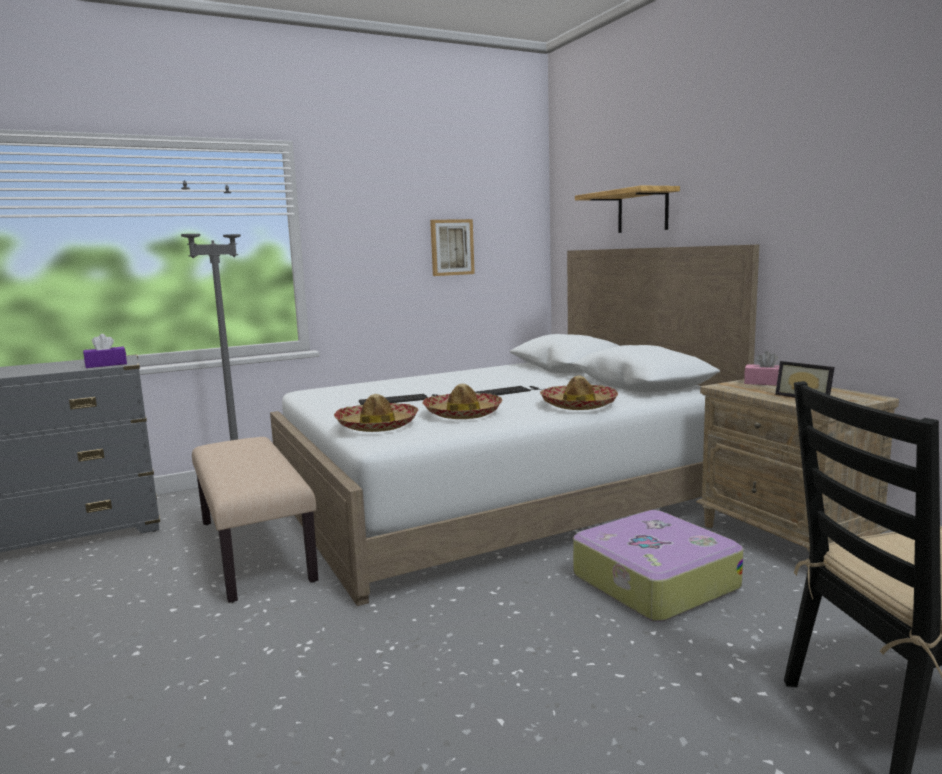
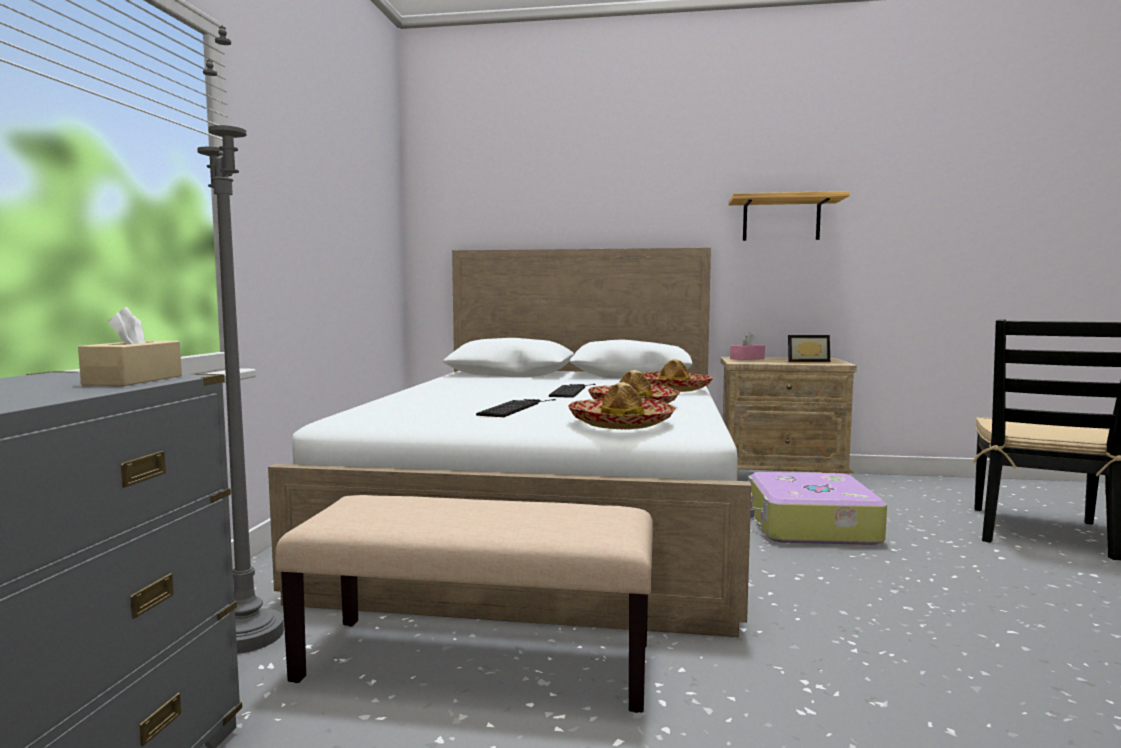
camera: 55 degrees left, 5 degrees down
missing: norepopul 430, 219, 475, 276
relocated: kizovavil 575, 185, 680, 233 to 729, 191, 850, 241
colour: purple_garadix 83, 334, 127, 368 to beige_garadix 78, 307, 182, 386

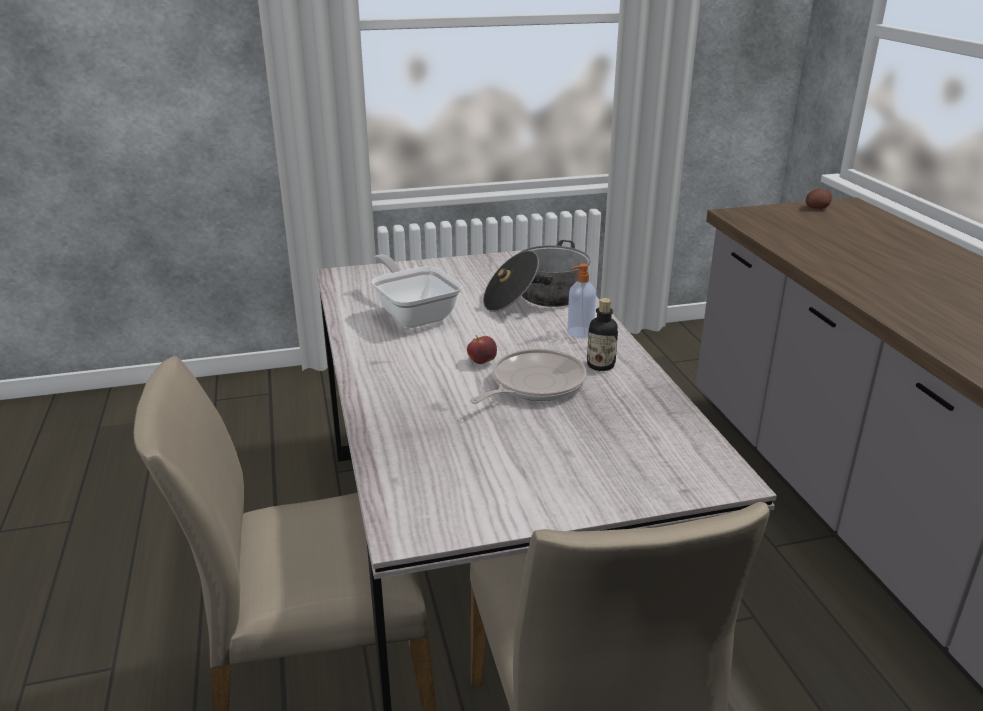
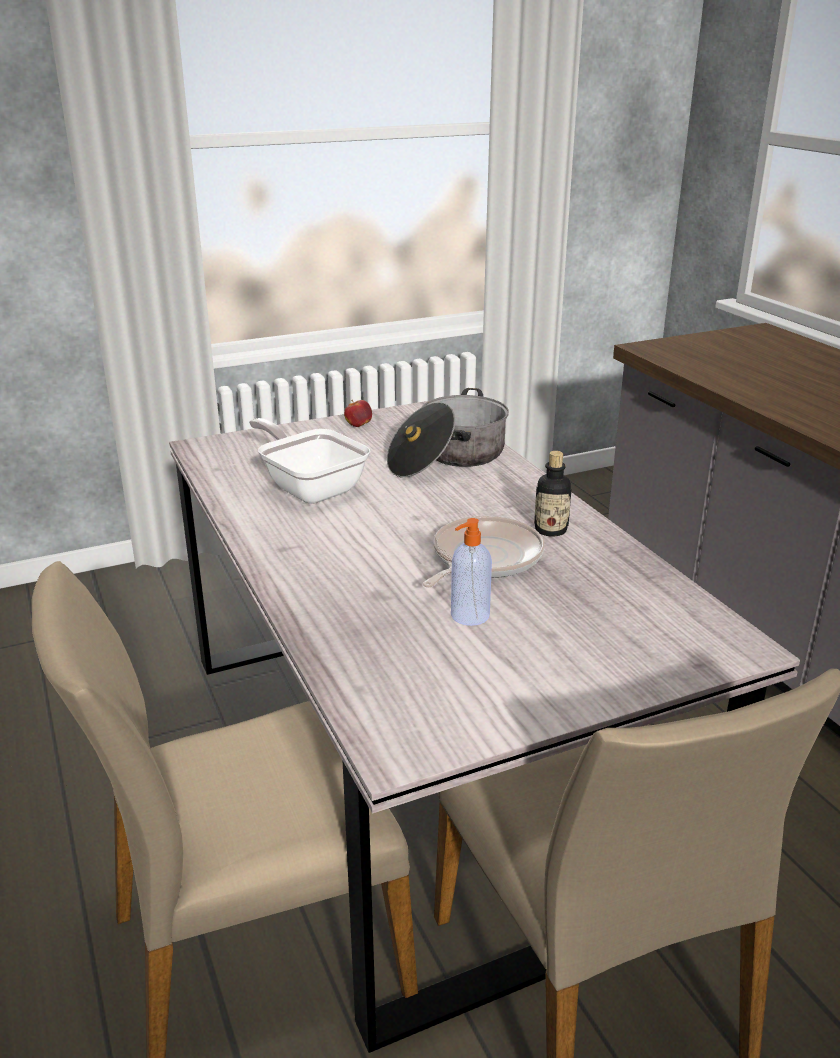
camera: 10 degrees left, 0 degrees up
missing: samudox 806, 189, 832, 209
relocated: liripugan 567, 264, 596, 338 to 451, 518, 492, 626; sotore 467, 335, 497, 364 to 344, 400, 372, 427

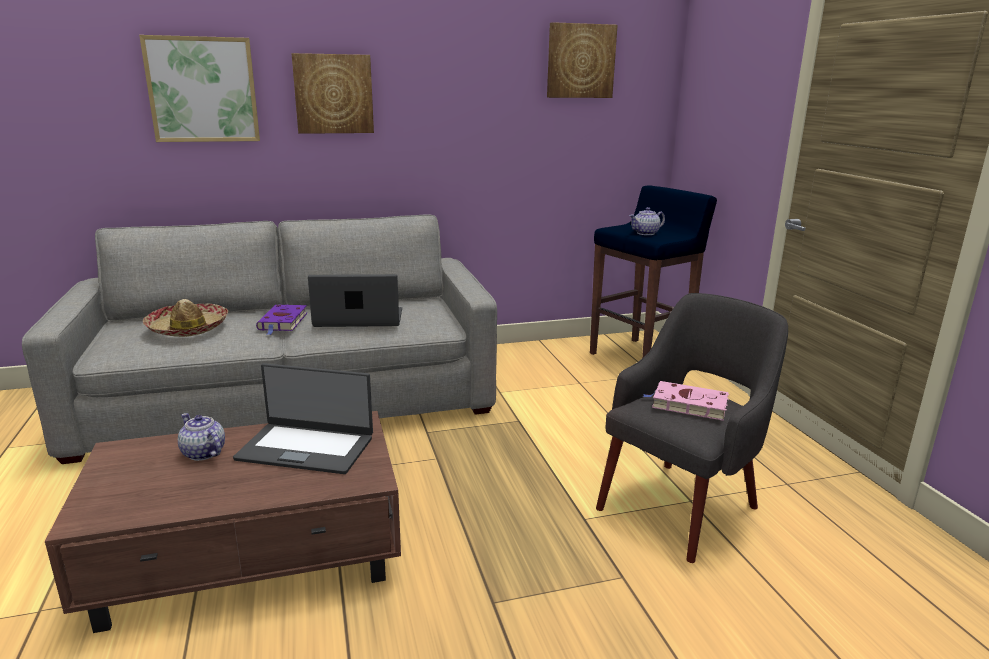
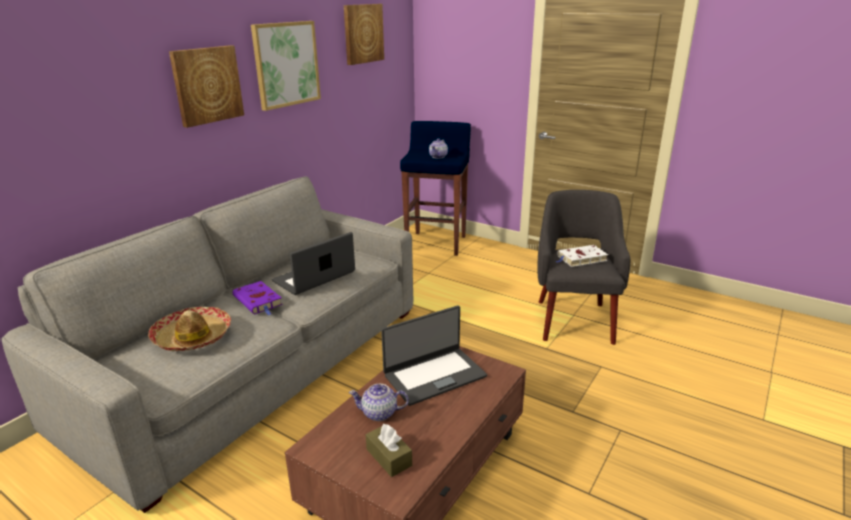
camera: 40 degrees left, 5 degrees up
appeared: brown_garadix 366, 423, 412, 477
relocated: norepopul 139, 35, 260, 142 to 251, 21, 321, 111
colour: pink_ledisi 642, 381, 729, 421 to white_ledisi 555, 245, 608, 267

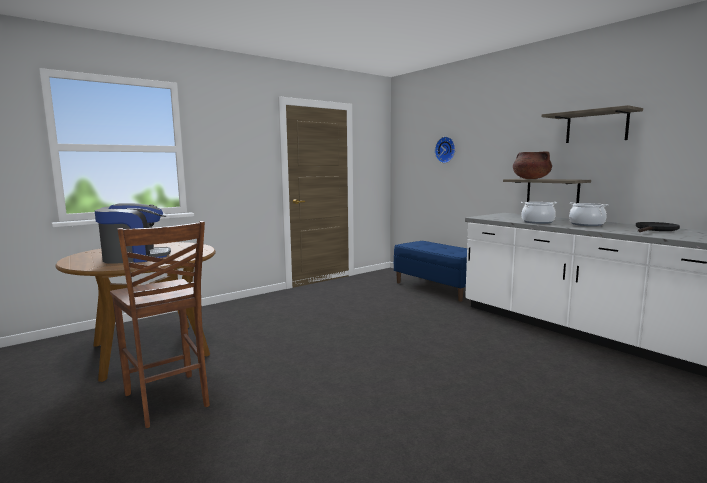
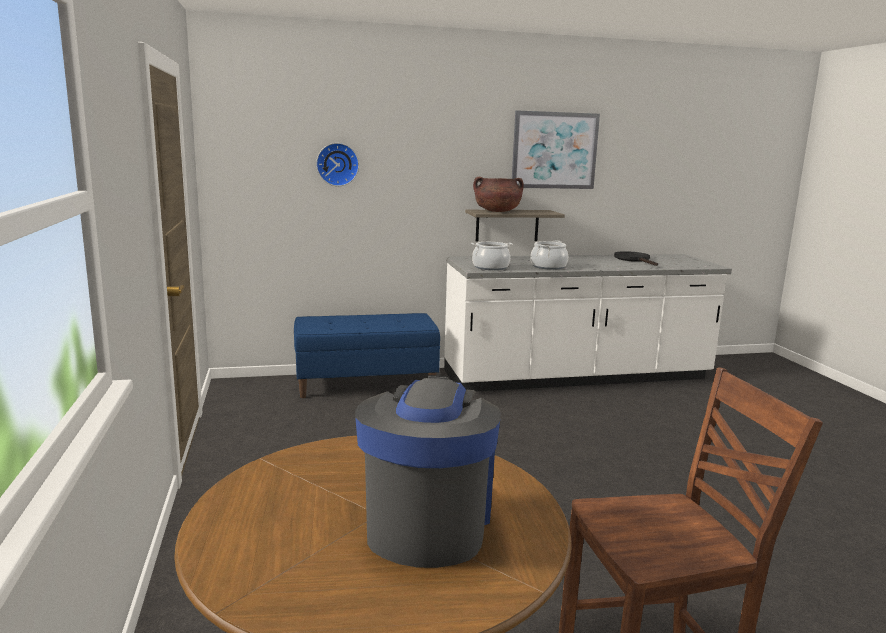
camera: 65 degrees left, 5 degrees up
relocated: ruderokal 569, 202, 608, 226 to 471, 242, 512, 270
exchanged: kizovavil 542, 105, 643, 143 to norepopul 512, 110, 600, 189

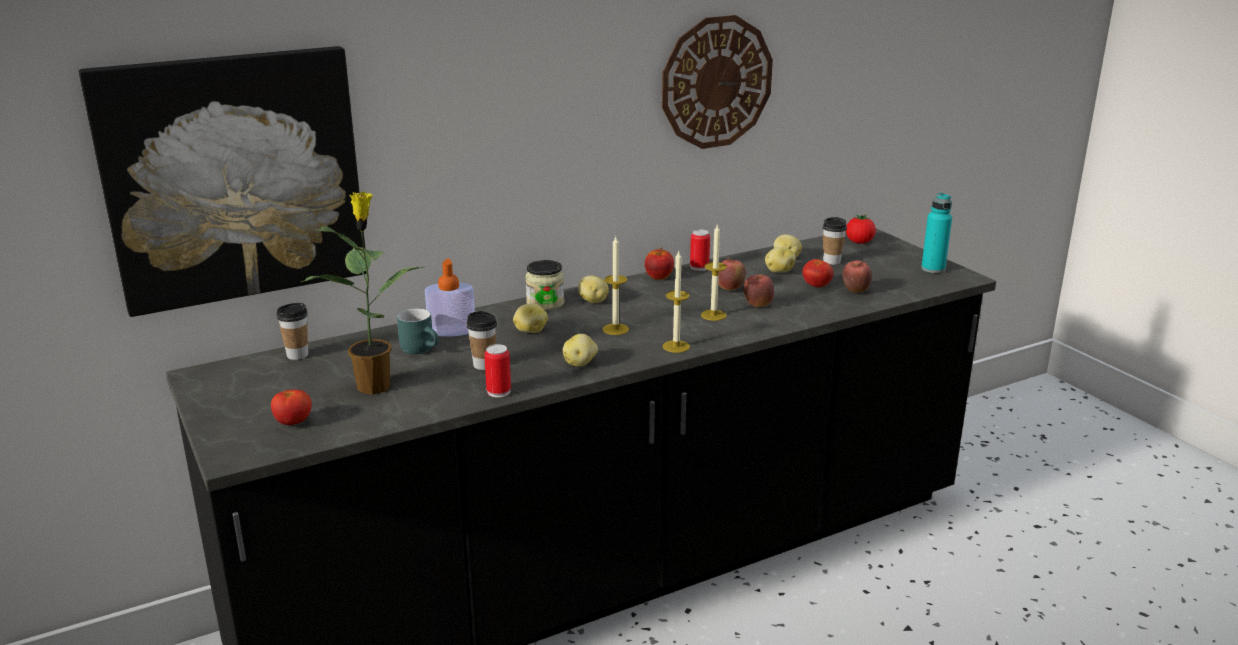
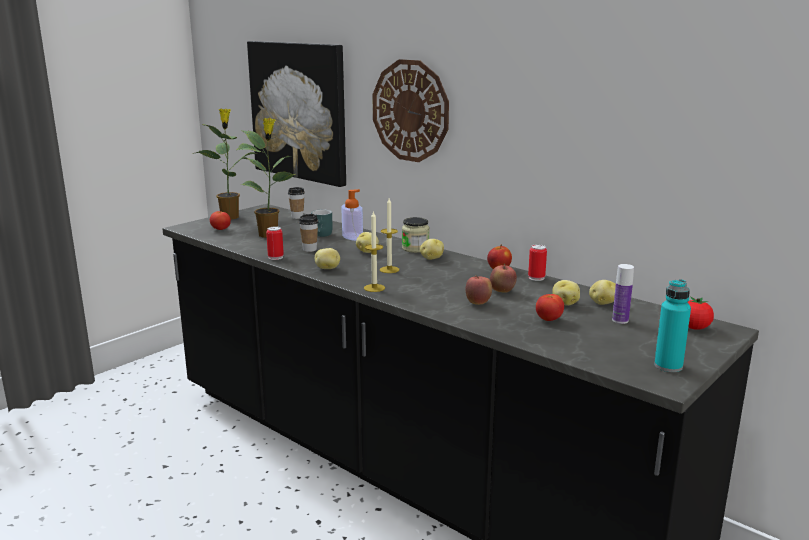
camera: 70 degrees right, 5 degrees down
missing: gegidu 701, 225, 727, 321; sotore 842, 260, 872, 293
appeared: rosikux 196, 109, 257, 219
relocated: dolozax 662, 15, 773, 149 to 372, 59, 449, 162
exchanged: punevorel 822, 217, 847, 265 to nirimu 612, 264, 634, 324

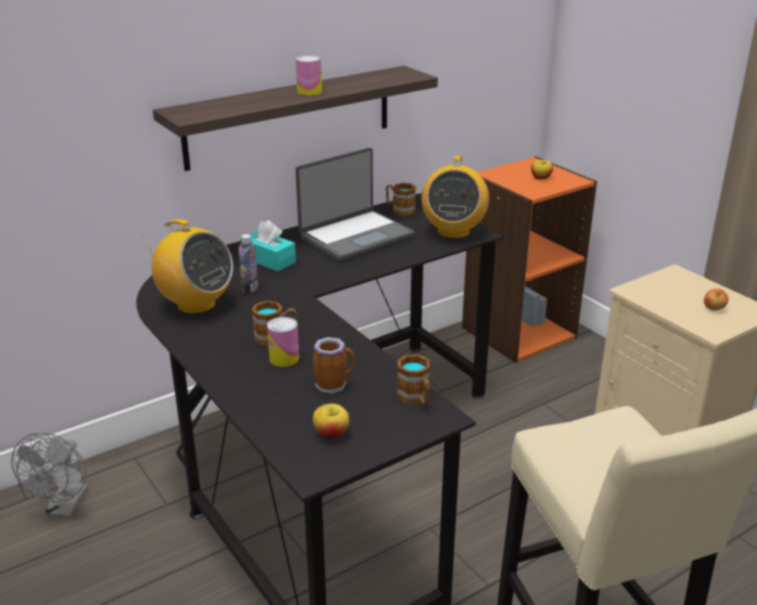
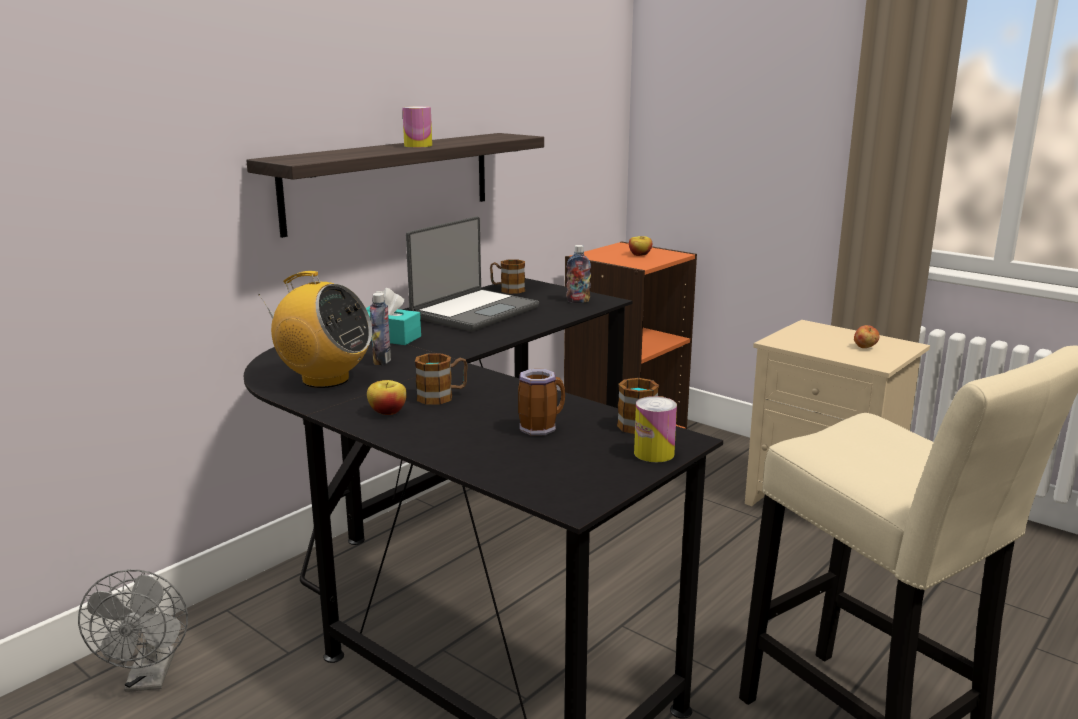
camera: 15 degrees left, 10 degrees down
relocated: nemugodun 267, 317, 299, 367 to 634, 396, 677, 462; sotore 313, 403, 350, 439 to 367, 380, 407, 415
exchanged: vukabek 421, 156, 489, 239 to nirimu 566, 245, 591, 303

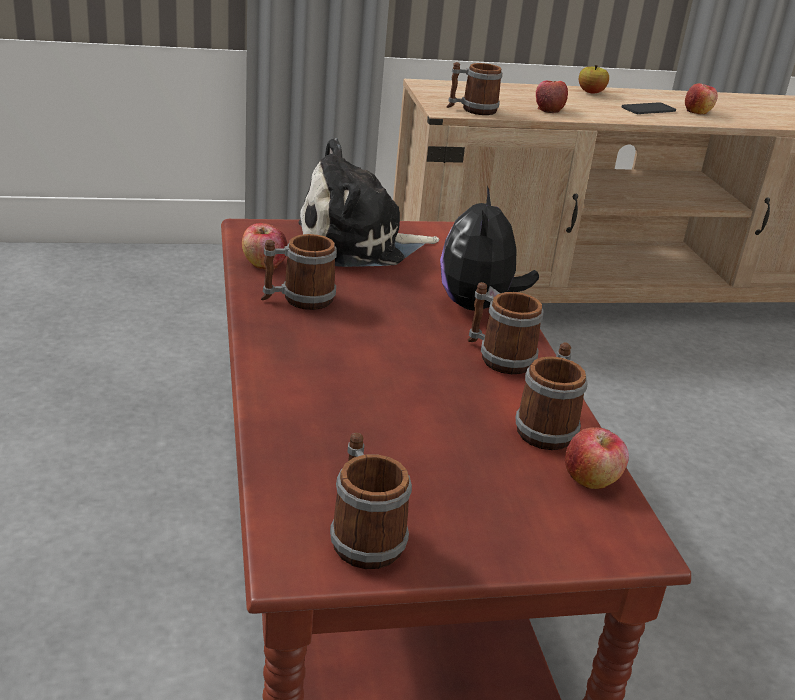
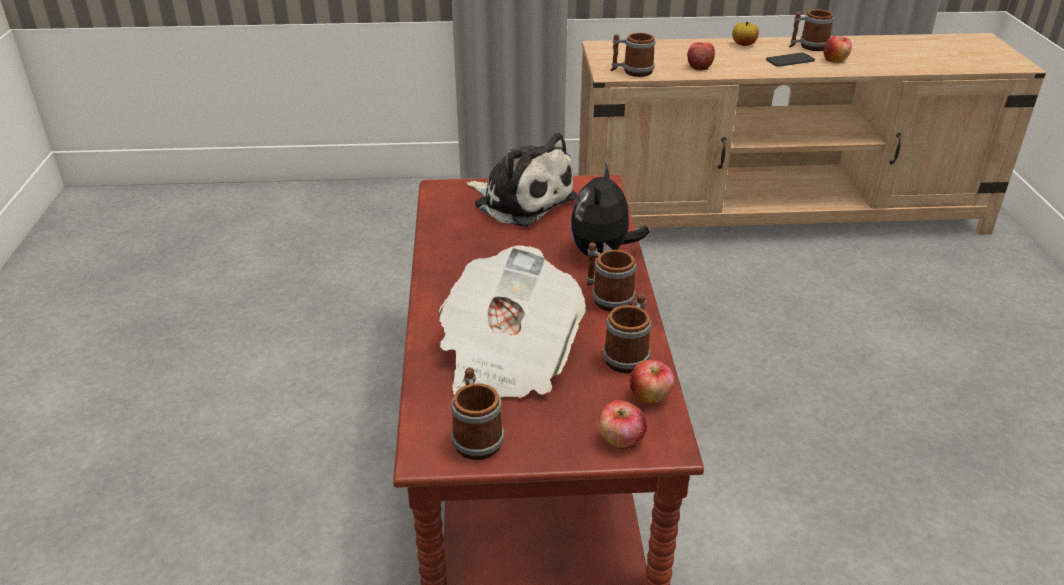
camera: 10 degrees right, 5 degrees up
appeared: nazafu 438, 245, 586, 398
relocated: sotore 242, 223, 287, 269 to 599, 400, 647, 450; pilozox 261, 234, 337, 310 to 789, 10, 834, 51
spun: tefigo 298, 138, 439, 267 = 466, 133, 577, 227 135 degrees counterclockwise

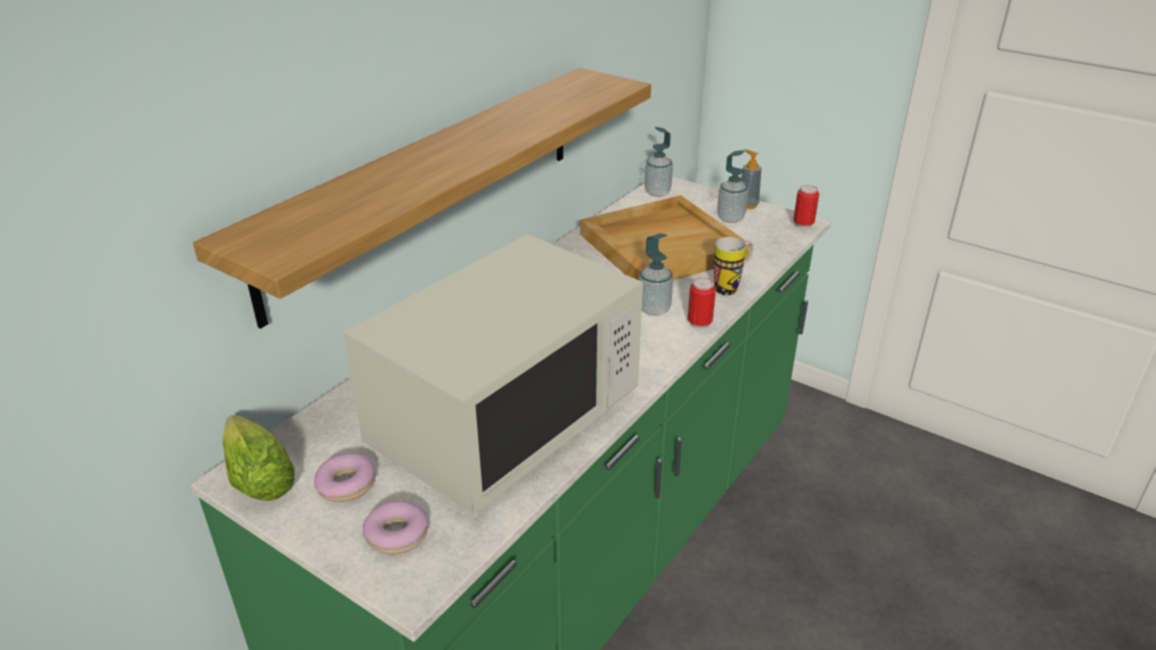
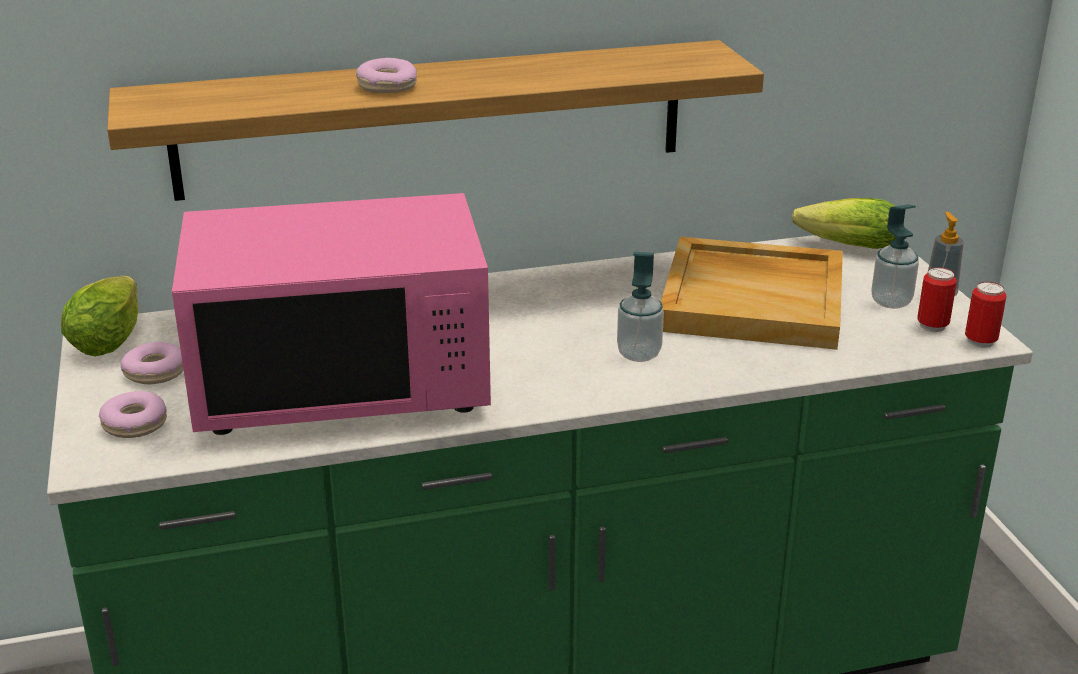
camera: 40 degrees right, 5 degrees down
missing: pilozox 714, 237, 754, 295
appeared: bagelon 356, 58, 417, 93
relocated: nemugodun 688, 278, 716, 329 to 917, 267, 957, 332
exchanged: liripugan 645, 127, 673, 197 to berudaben 792, 198, 897, 249
colour: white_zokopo 343, 234, 643, 514 to pink_zokopo 172, 193, 491, 435

